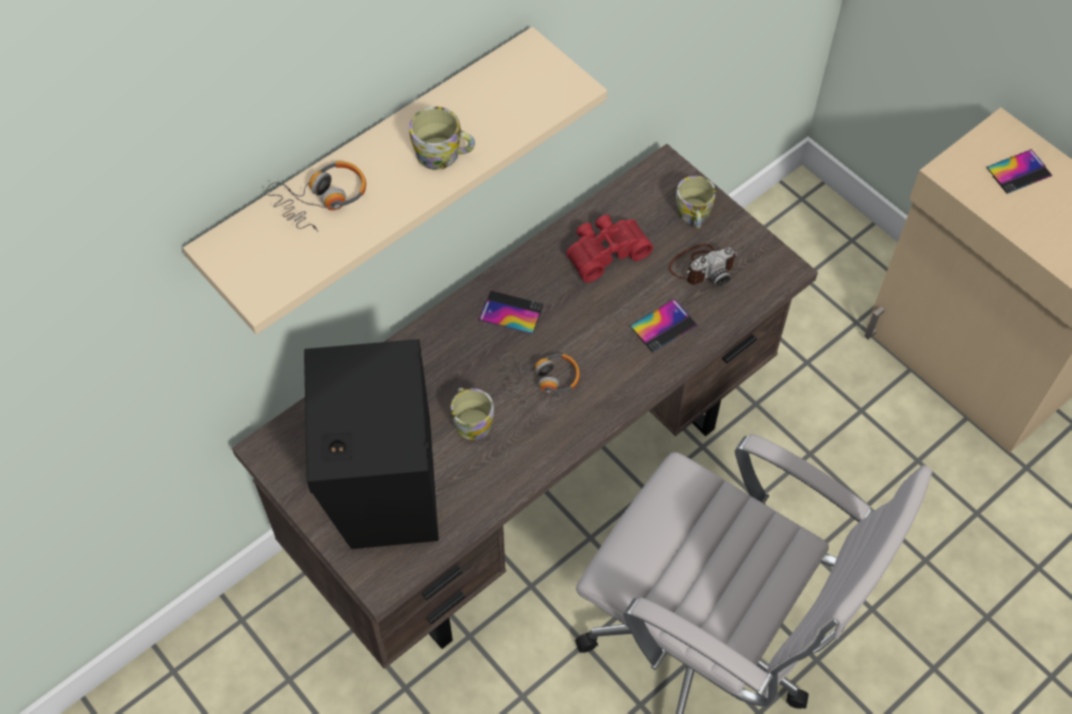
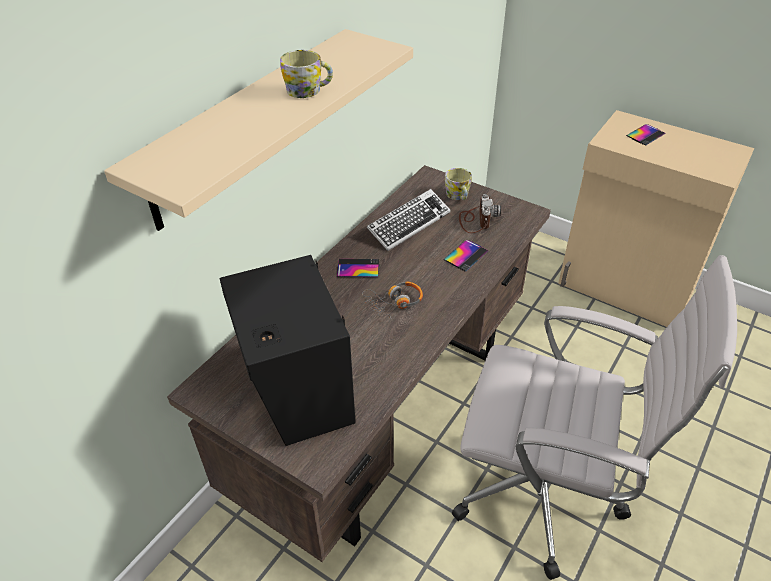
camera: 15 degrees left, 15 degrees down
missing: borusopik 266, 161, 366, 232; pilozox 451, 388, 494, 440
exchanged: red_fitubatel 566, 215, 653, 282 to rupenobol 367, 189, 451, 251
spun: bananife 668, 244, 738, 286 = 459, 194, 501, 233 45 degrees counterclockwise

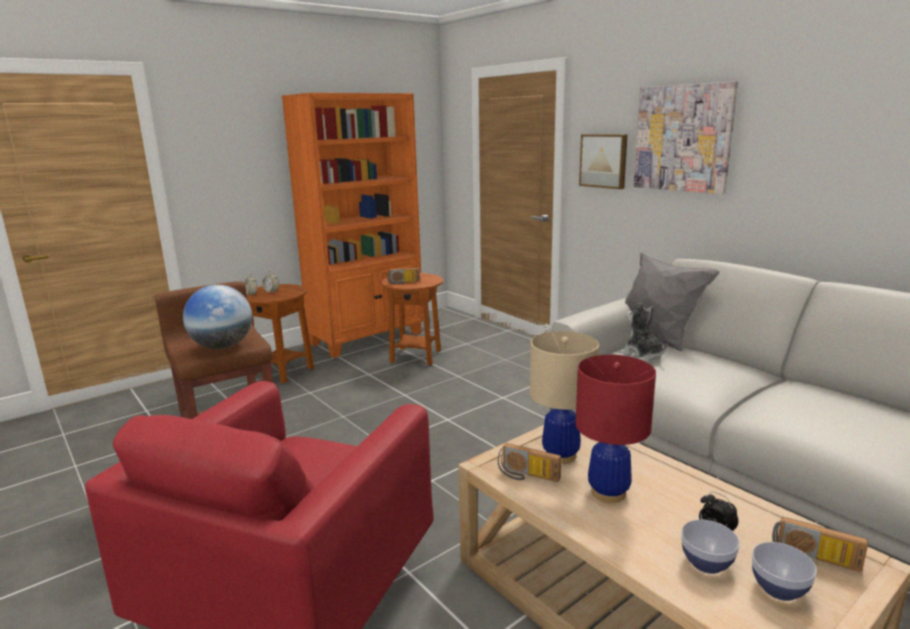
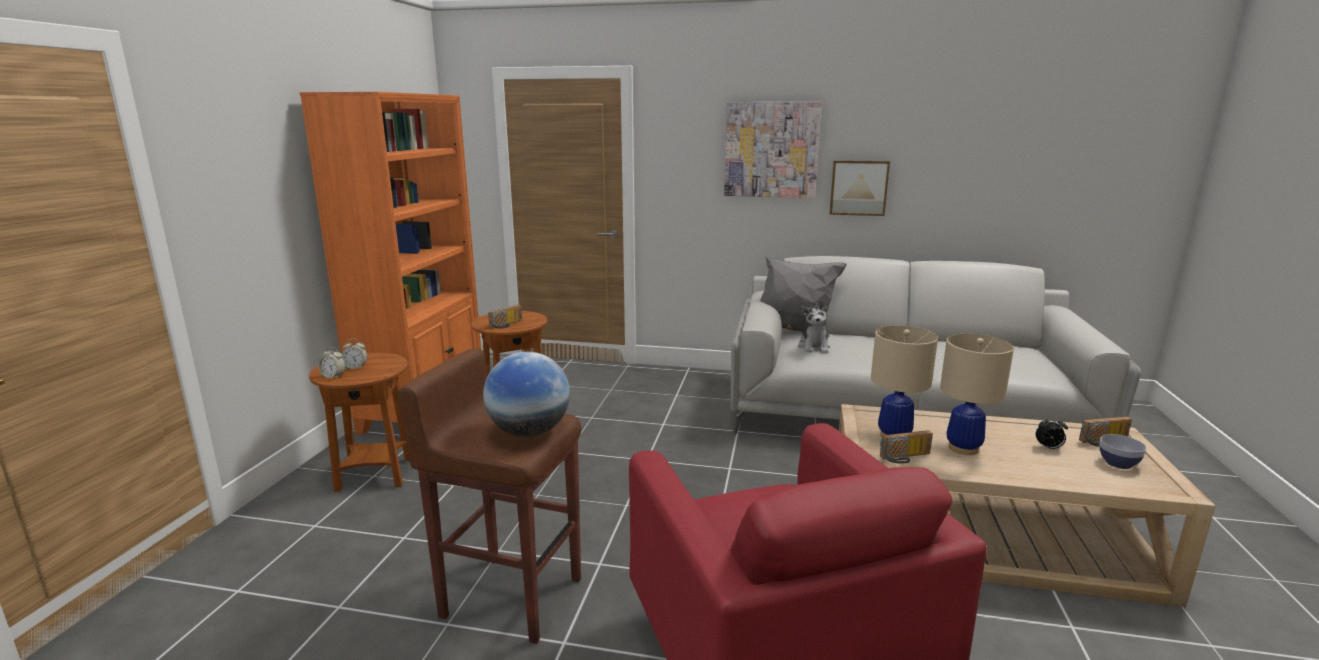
camera: 40 degrees left, 0 degrees up
missing: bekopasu 681, 520, 740, 574
relocated: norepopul 579, 134, 628, 189 to 830, 160, 890, 216
colour: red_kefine 576, 355, 656, 503 to beige_kefine 940, 334, 1014, 455
spun: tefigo 619, 302, 668, 362 = 798, 300, 830, 353 105 degrees counterclockwise

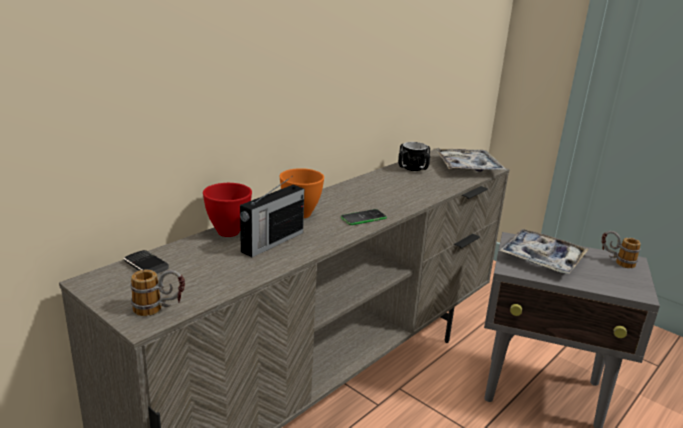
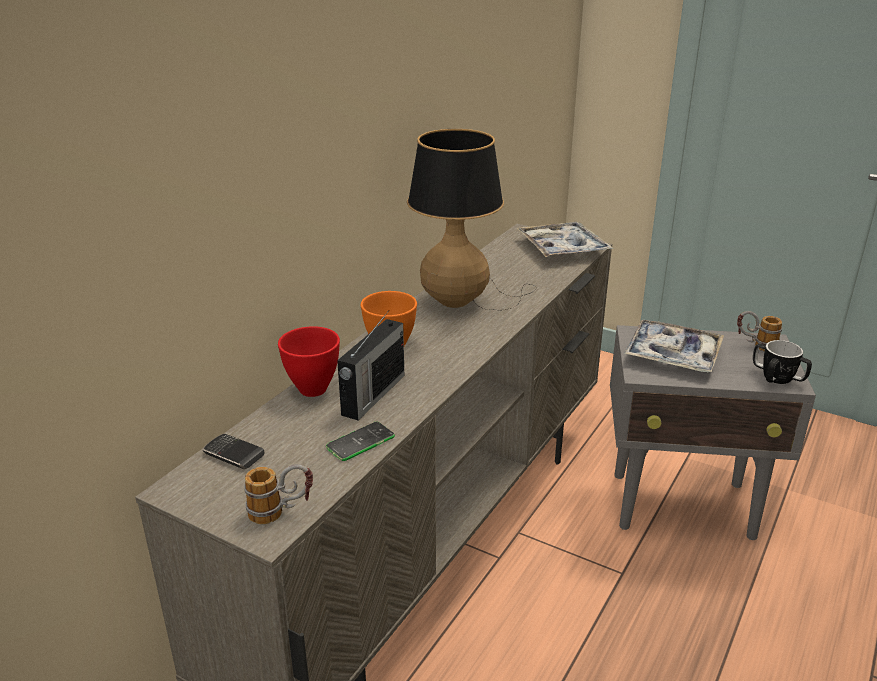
camera: 10 degrees left, 5 degrees up
appeared: kefine 407, 129, 536, 310
relocated: pilozox 398, 142, 430, 171 to 753, 340, 812, 384; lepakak 341, 209, 387, 225 to 326, 422, 395, 461

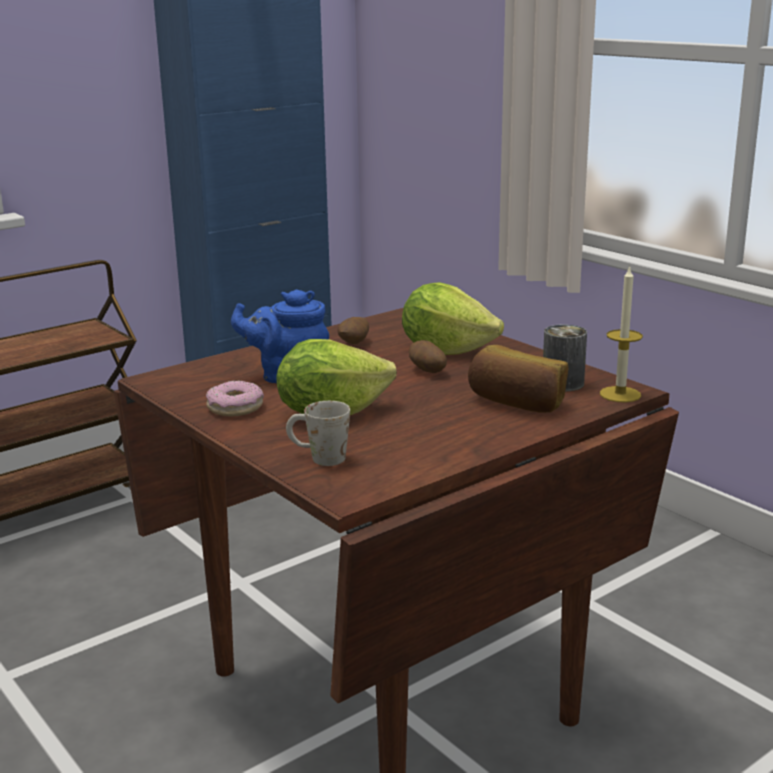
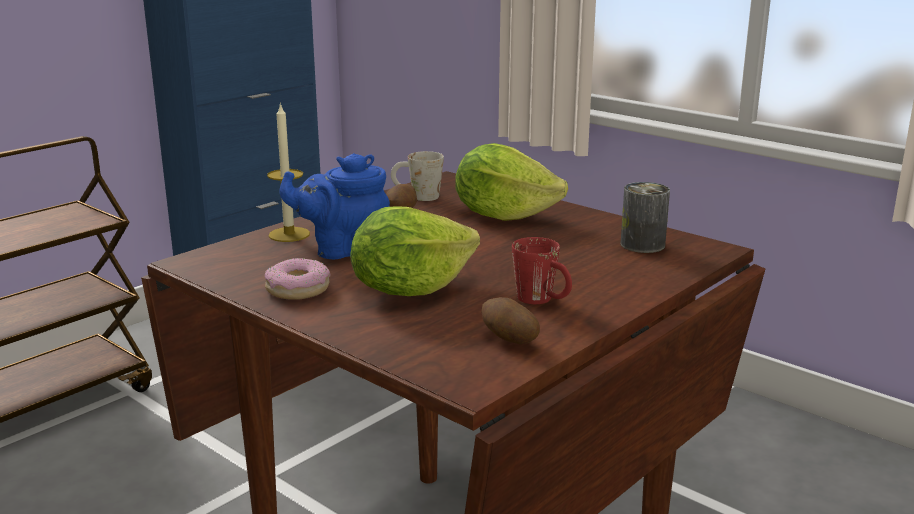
camera: 10 degrees left, 0 degrees up
missing: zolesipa 468, 345, 568, 413
appeared: red_pilozox 512, 237, 572, 304
relocated: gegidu 600, 265, 643, 402 to 267, 102, 310, 242; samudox 409, 340, 447, 373 to 482, 297, 540, 344; white_pilozox 286, 401, 350, 466 to 391, 151, 444, 201

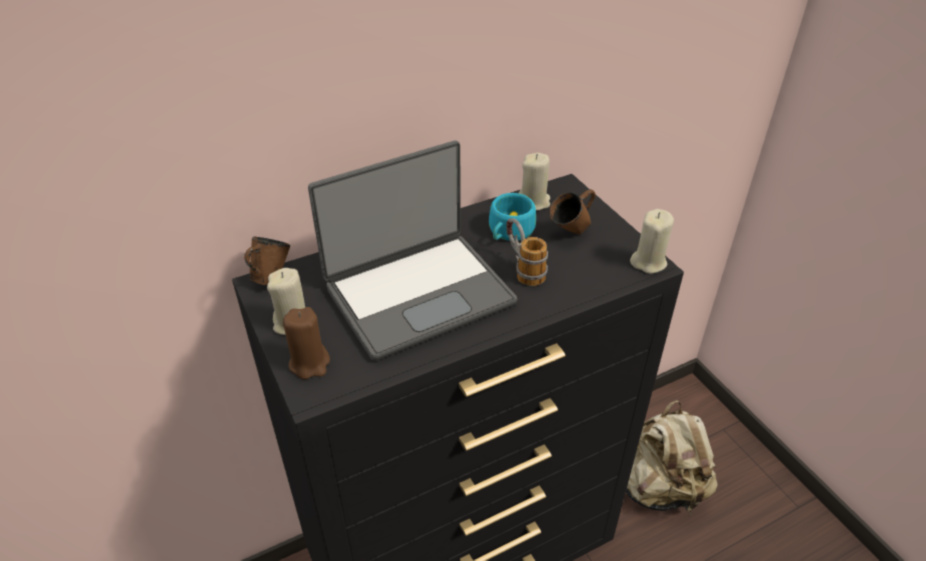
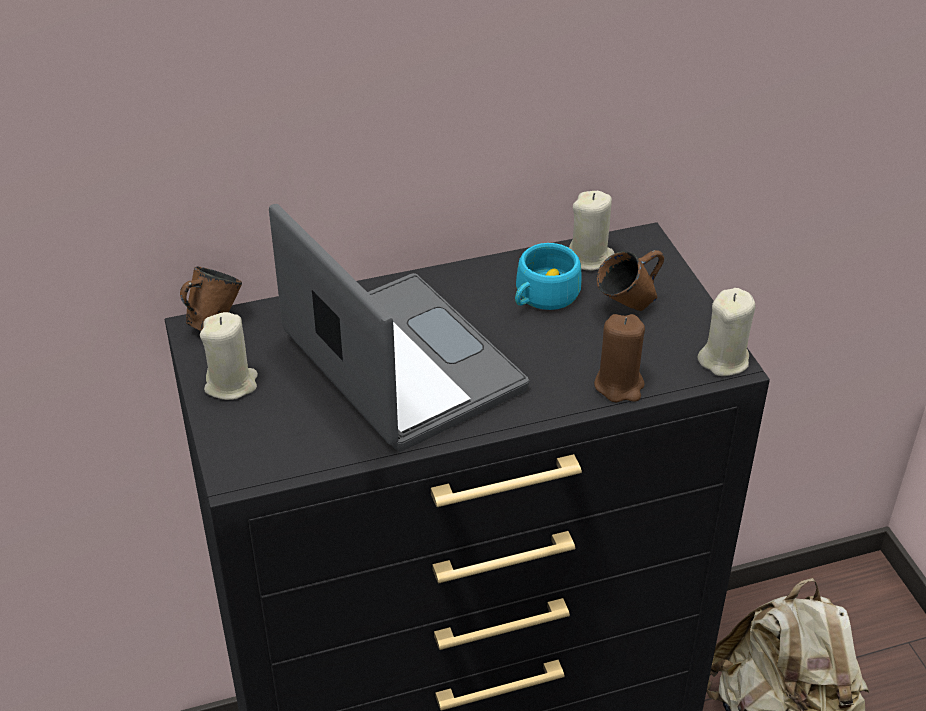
camera: 10 degrees right, 0 degrees up
missing: pilozox 506, 218, 548, 286
relocated: brown_gegidu 283, 307, 330, 379 to 594, 314, 645, 402
spun: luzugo 308, 140, 517, 361 = 269, 204, 529, 452 105 degrees counterclockwise

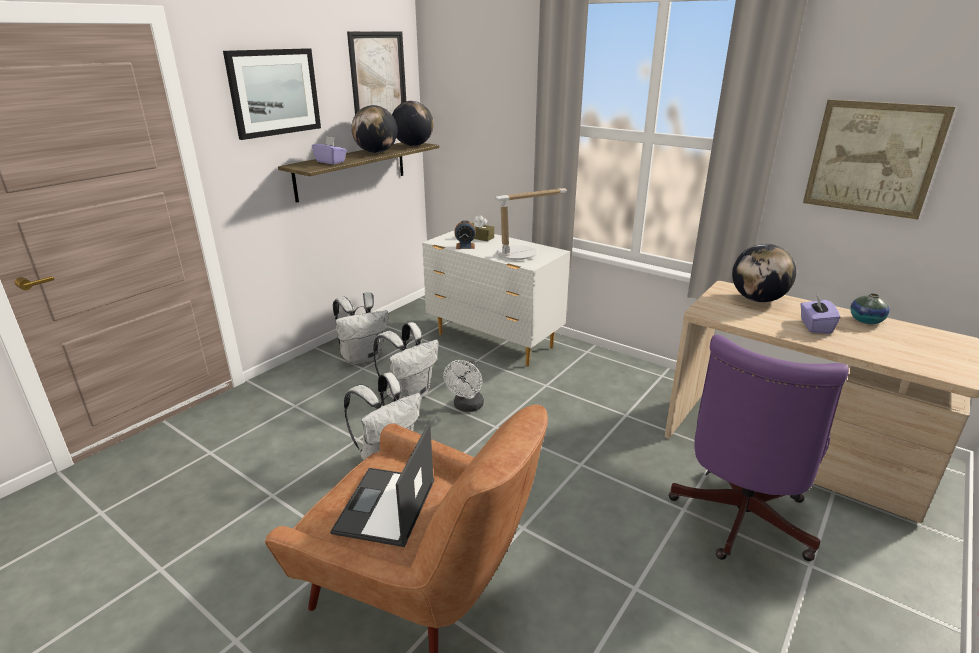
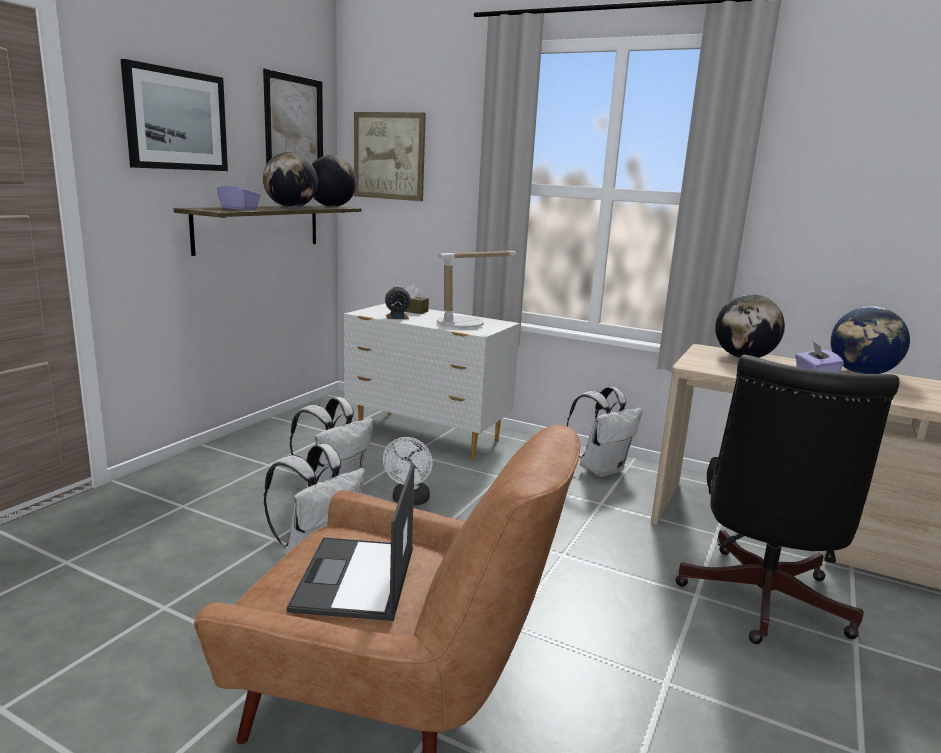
camera: 10 degrees left, 10 degrees down
relocated: norepopul 803, 99, 955, 219 to 354, 112, 426, 201; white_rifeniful 333, 292, 388, 365 to 567, 387, 643, 477
exchanged: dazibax 850, 293, 890, 324 to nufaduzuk 831, 306, 910, 374
colour: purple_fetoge 668, 335, 849, 561 to black_fetoge 675, 355, 900, 644

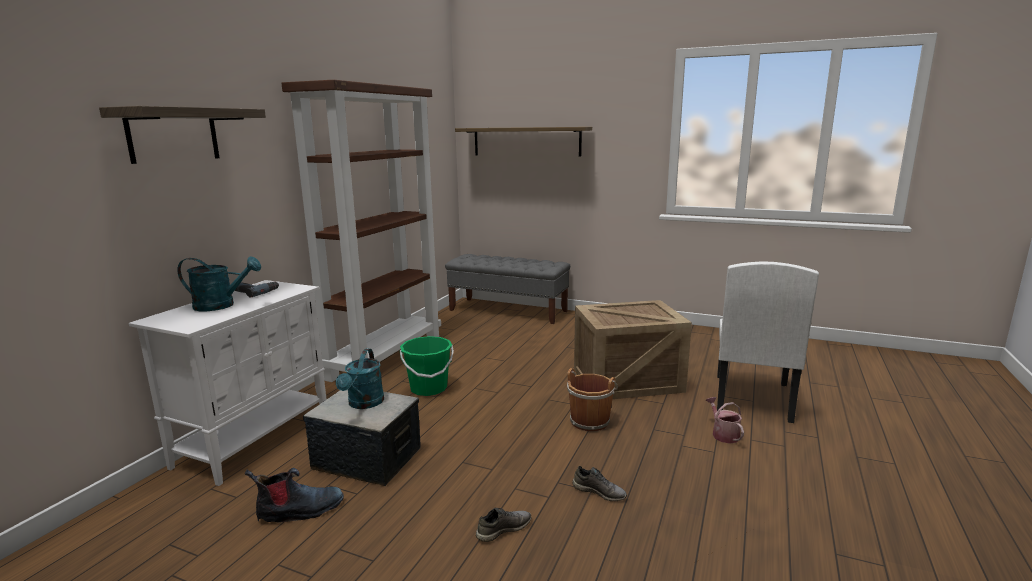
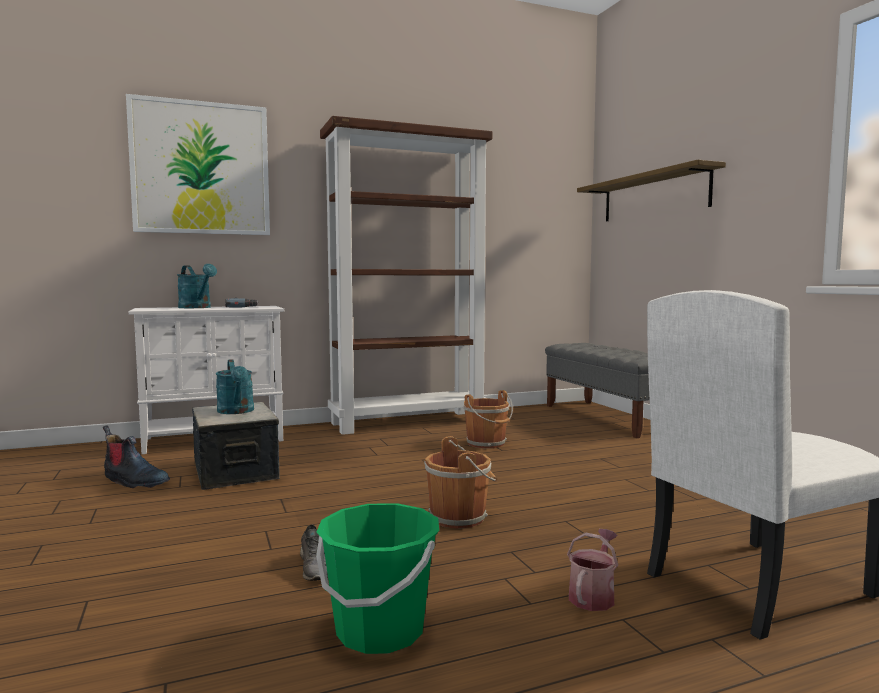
camera: 45 degrees right, 10 degrees down
missing: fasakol 574, 300, 692, 399; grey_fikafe 476, 508, 531, 542
appeared: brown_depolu 463, 390, 513, 448
relocated: green_depolu 400, 336, 454, 396 to 316, 503, 439, 654
exchanged: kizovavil 99, 106, 266, 164 to norepopul 126, 94, 270, 235
spun: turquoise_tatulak 336, 349, 384, 409 = 215, 359, 254, 414 75 degrees counterclockwise

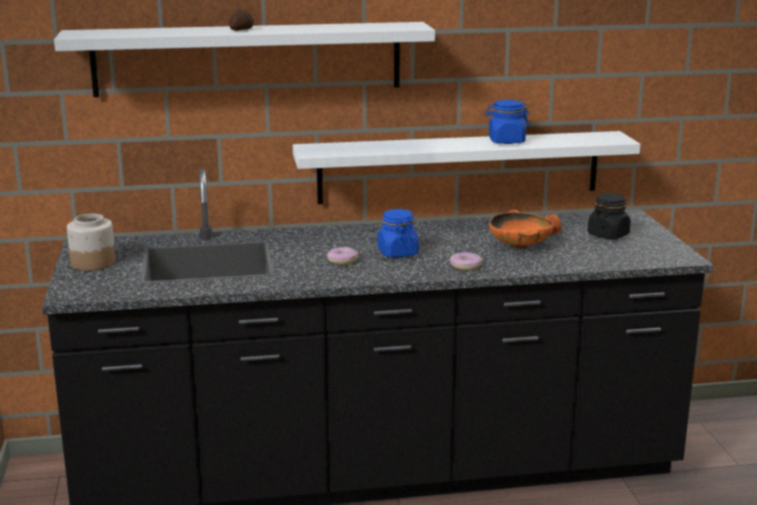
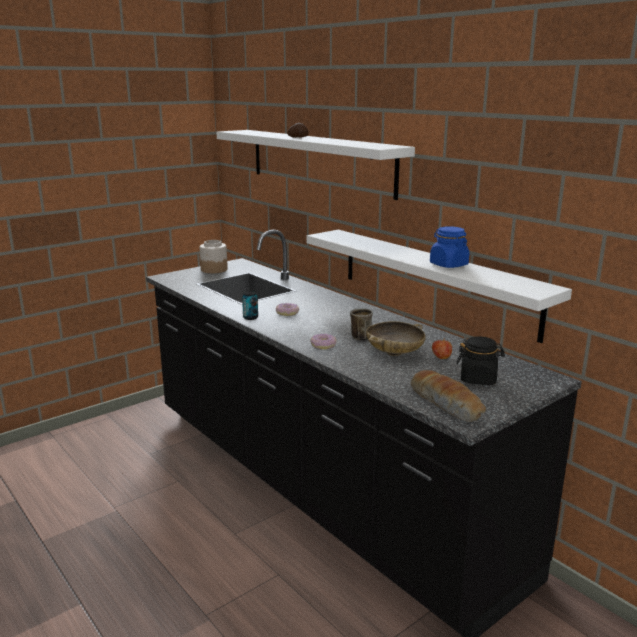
camera: 60 degrees right, 0 degrees up
missing: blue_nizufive 377, 209, 419, 257
appeared: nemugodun 242, 291, 258, 320; pilozox 350, 308, 373, 341; zolesipa 411, 370, 486, 422
colour: orange_bekopasu 489, 210, 554, 249 to beige_bekopasu 366, 321, 426, 356

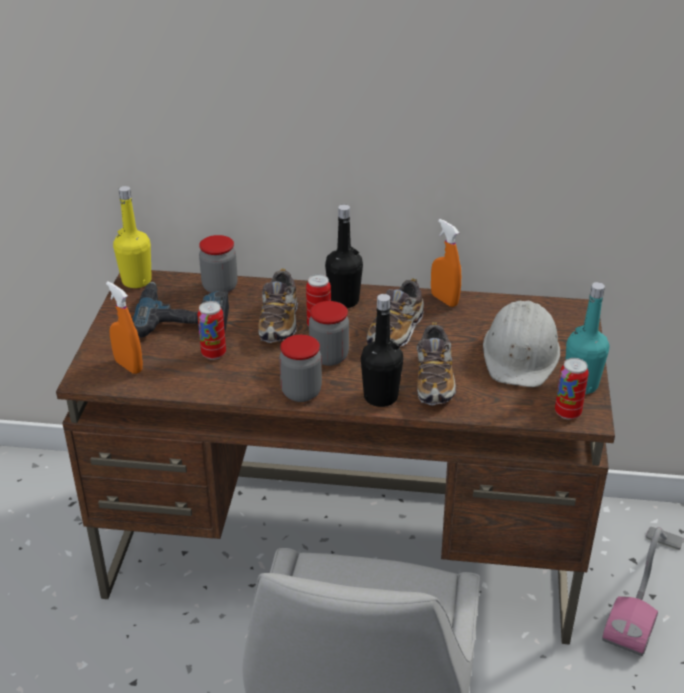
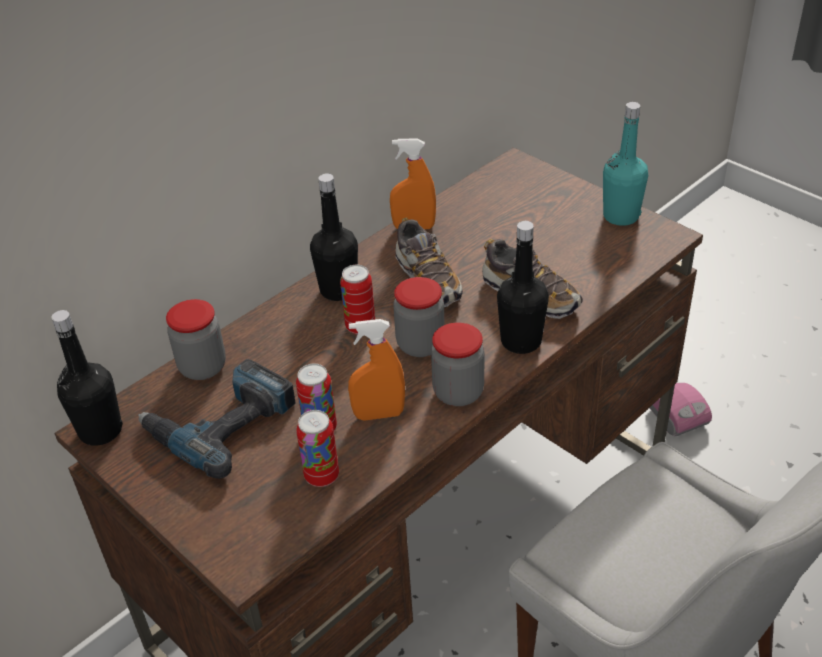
camera: 50 degrees left, 5 degrees up
missing: fikafe 258, 268, 298, 343; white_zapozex 483, 301, 561, 387
relocated: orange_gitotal 106, 281, 143, 374 to 348, 319, 405, 421; nemugodun 555, 358, 589, 420 to 296, 410, 339, 487
colour: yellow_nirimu 113, 186, 152, 288 to black_nirimu 51, 310, 123, 446

